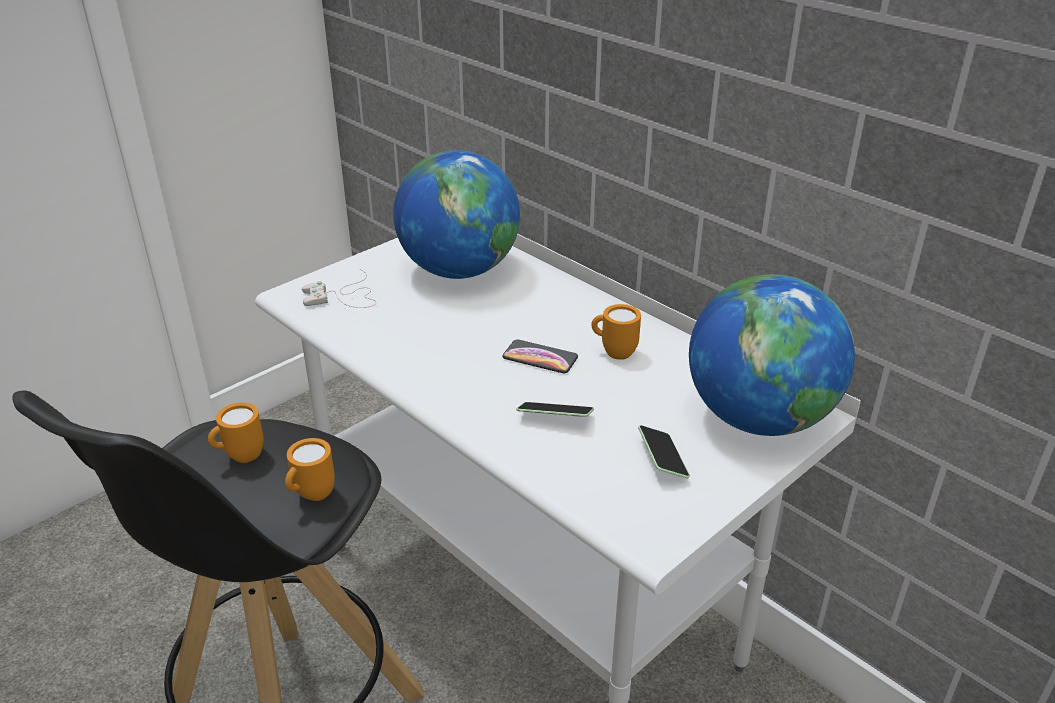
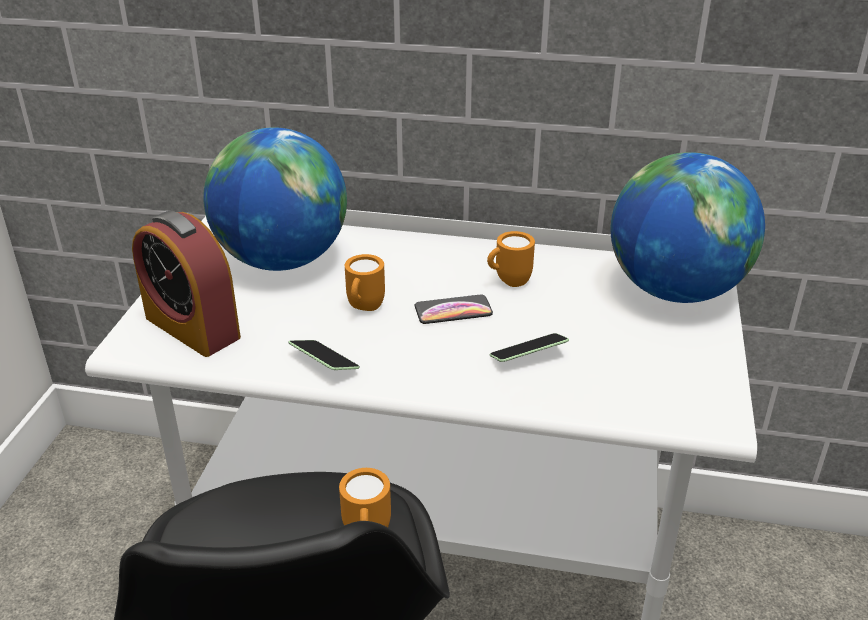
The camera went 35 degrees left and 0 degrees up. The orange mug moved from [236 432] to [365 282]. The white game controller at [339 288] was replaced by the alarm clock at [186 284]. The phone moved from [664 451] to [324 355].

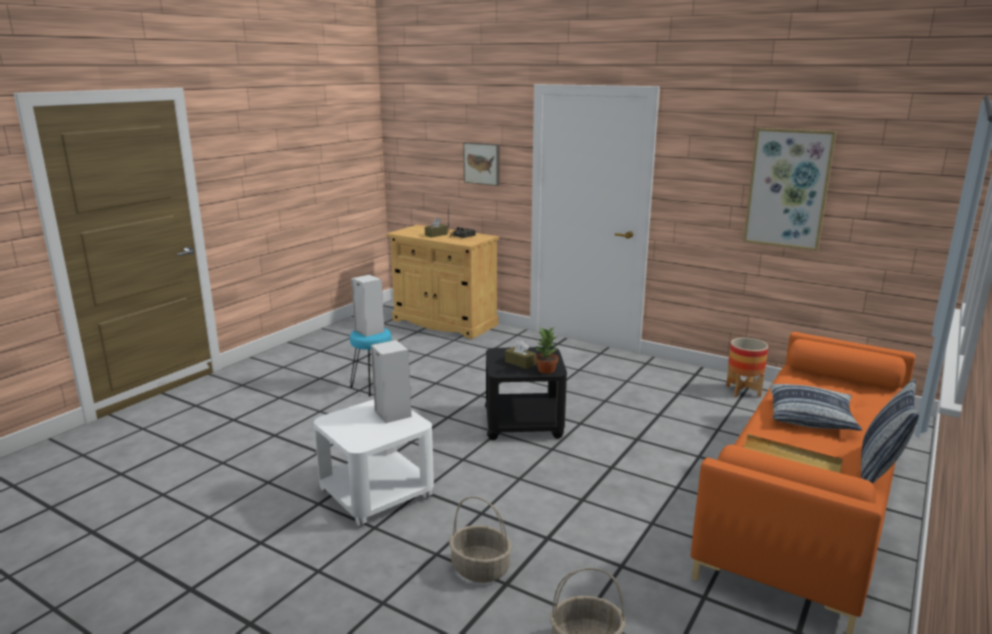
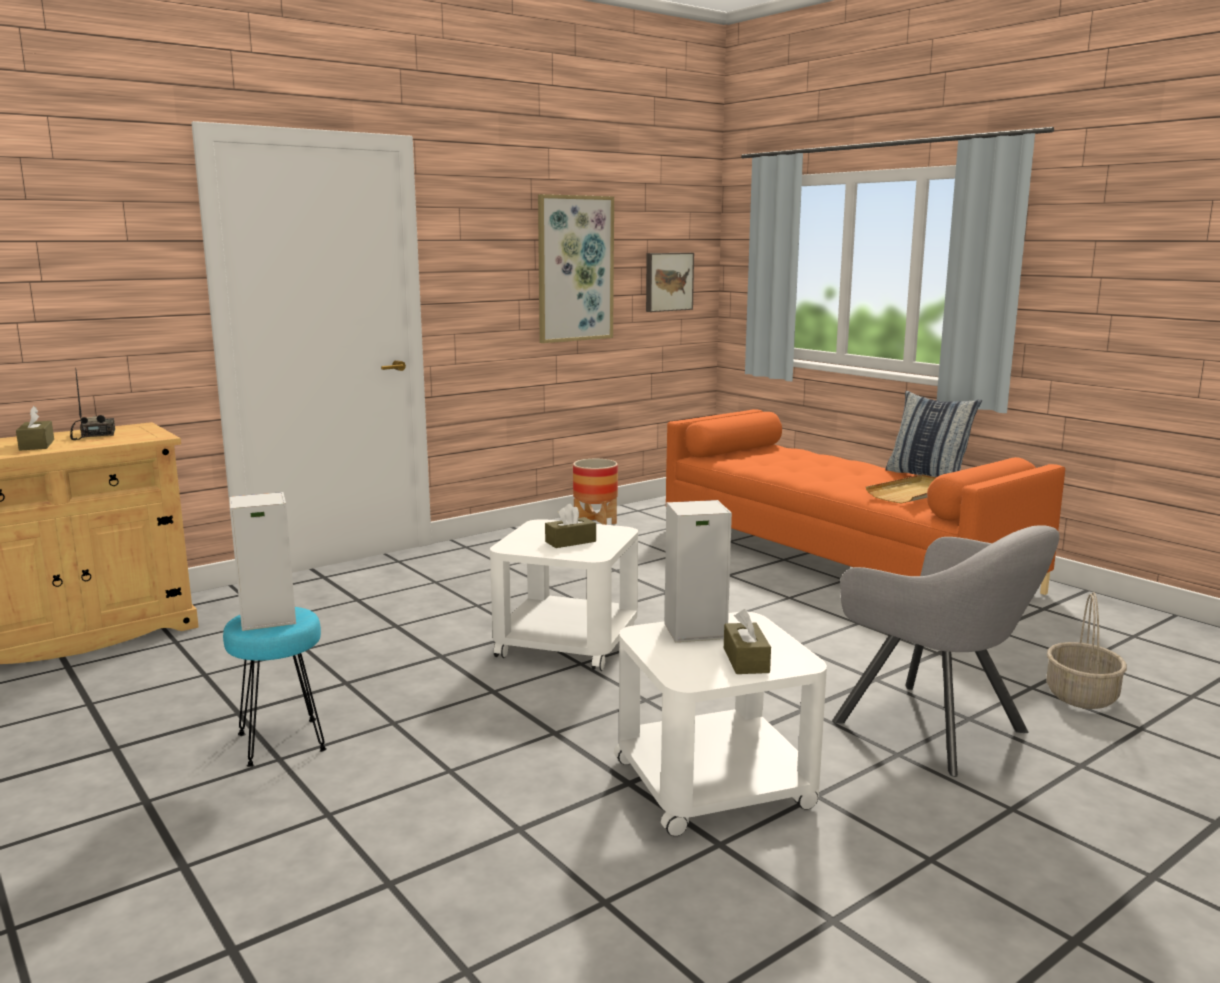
The camera went 70 degrees left and 5 degrees down. The basket at [480 540] was replaced by the grey armchair at [945 651]. The picture moved from [481 164] to [670 282]. The black side table at [526 393] became the white side table at [564 595]. The potted plant at [546 351] disappeared. The pillow at [816 407] disappeared. The brown tissue box at [747 641] appeared.

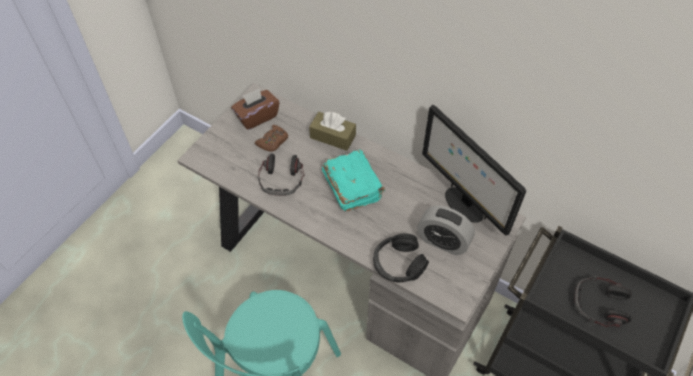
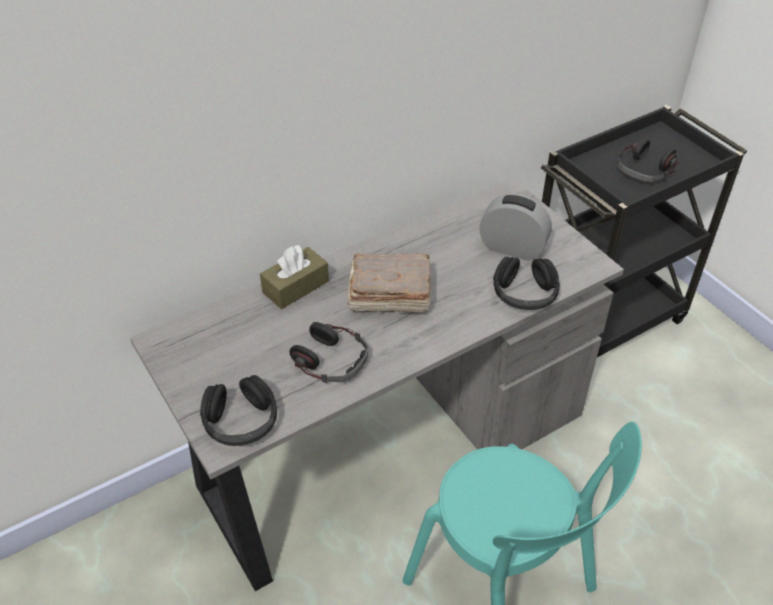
The camera went 65 degrees left and 10 degrees down. The brown tissue box at [255 109] disappeared. The brown game controller at [271 138] disappeared. The turquoise book at [353 180] became the brown book at [389 283]. The alarm clock at [446 230] turned 120 degrees counterclockwise. The monitor at [474 170] disappeared. The black headphones at [238 410] appeared.

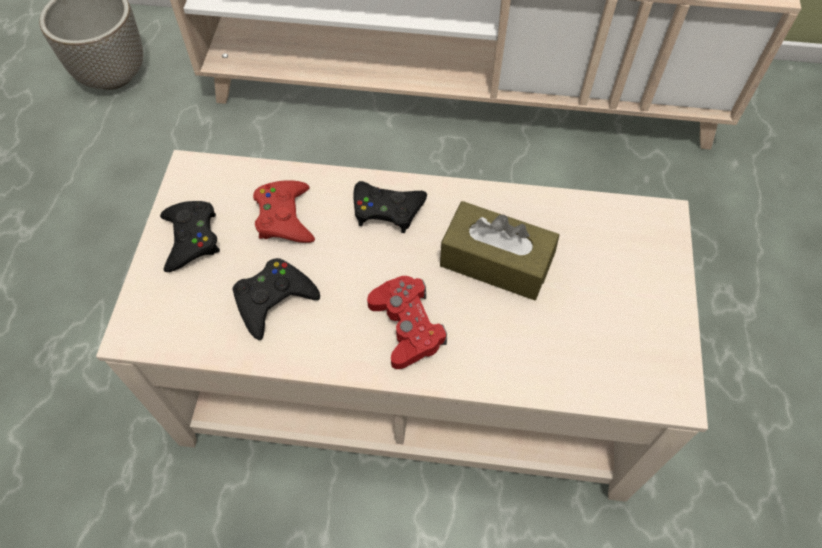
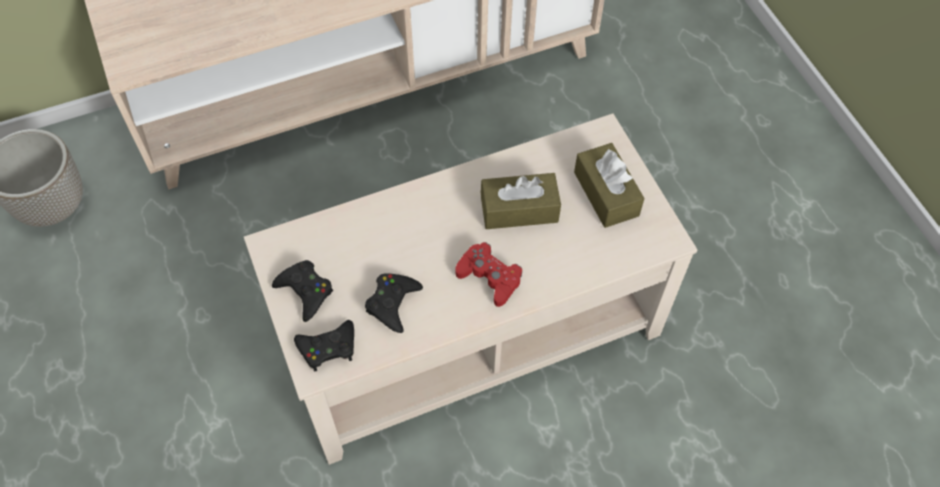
The camera went 30 degrees left and 0 degrees up. The red game controller at [284 211] disappeared. The black game controller moved from [390 207] to [324 345]. The brown tissue box at [609 185] appeared.

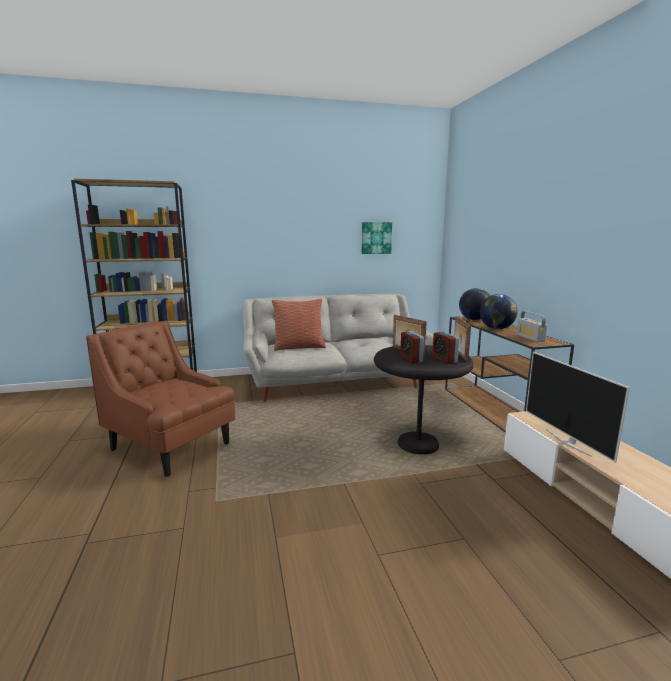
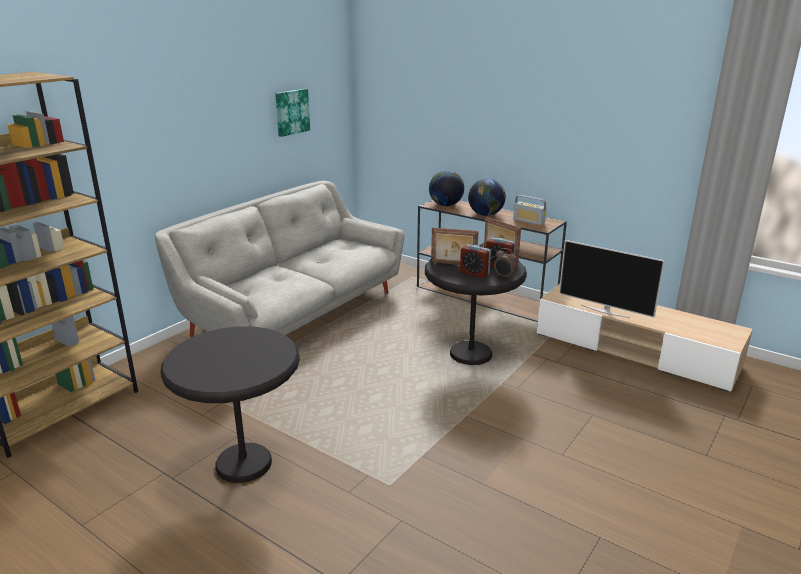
The camera went 40 degrees left and 10 degrees up. The brown armchair at [160 399] was replaced by the black side table at [230 404]. The pillow at [299 325] disappeared. The alarm clock at [505 263] appeared.

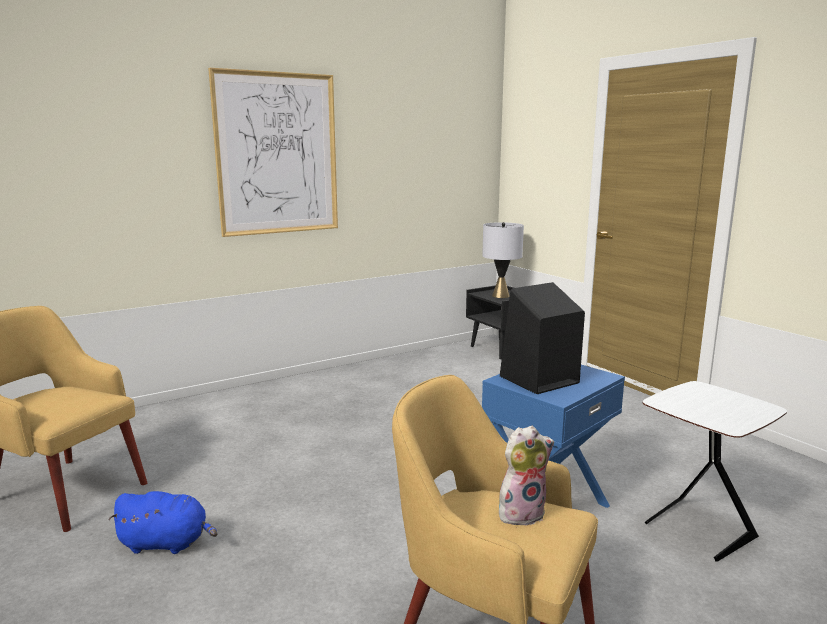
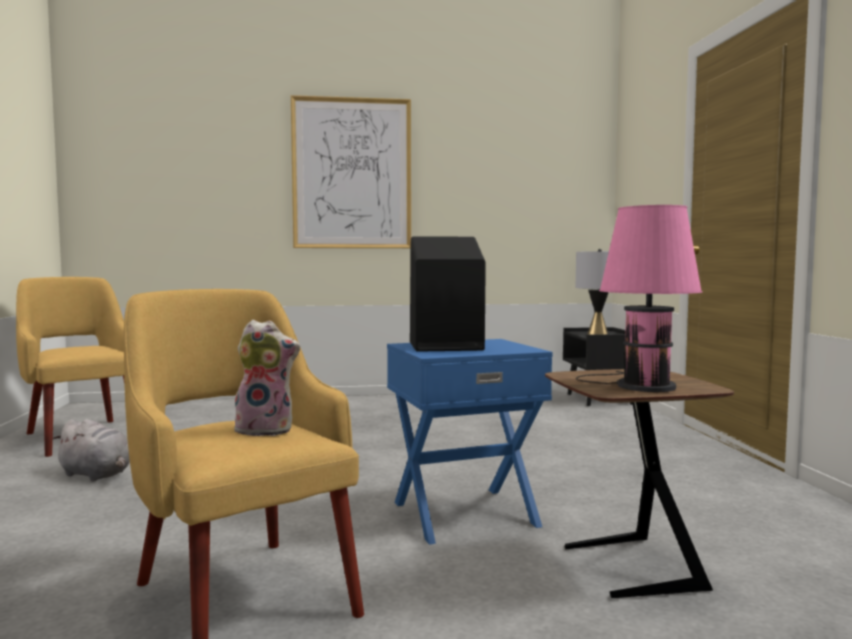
The camera went 25 degrees right and 10 degrees down. The blue plush toy at [163 522] became the grey plush toy at [91 450]. The white side table at [715 471] became the brown side table at [639 483]. The pink table lamp at [639 298] appeared.

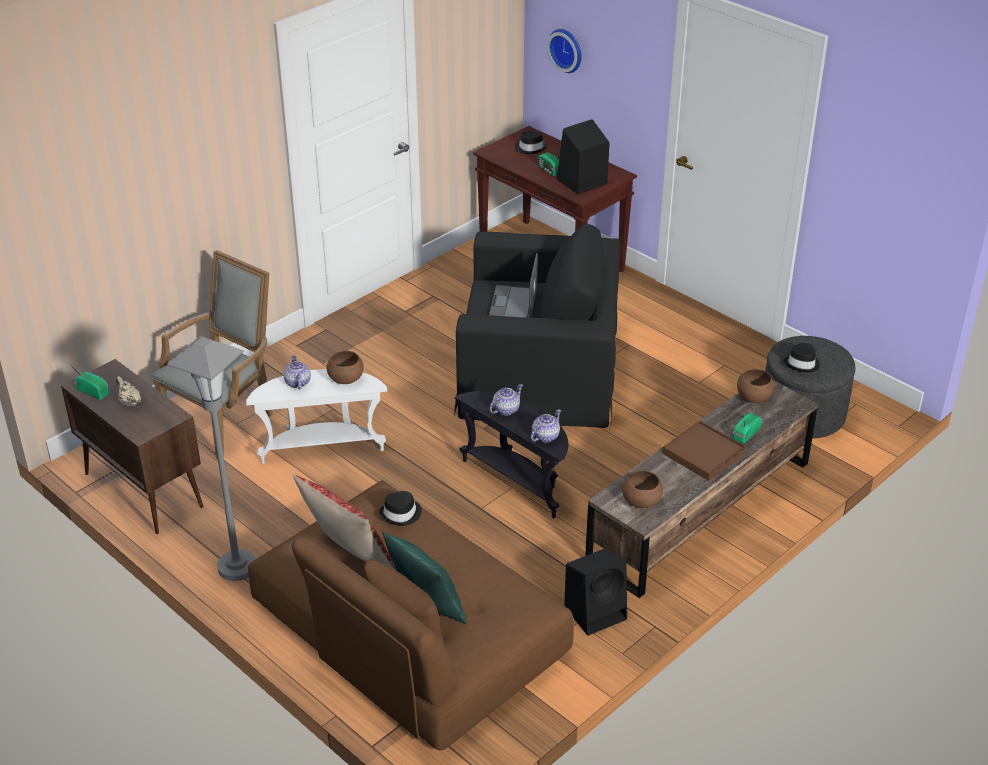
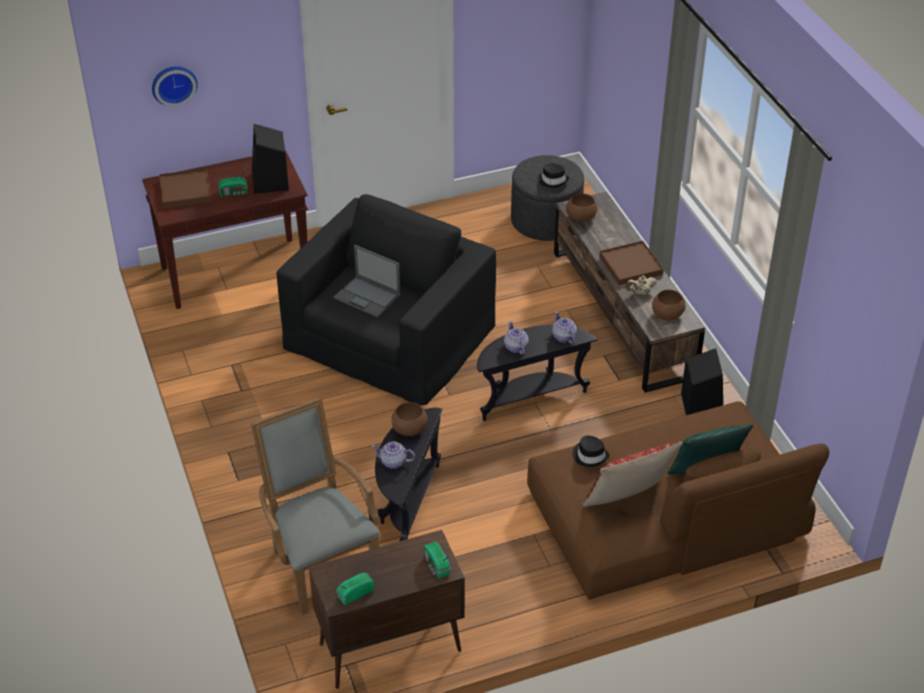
The camera went 65 degrees left and 5 degrees up. The beige teapot moved from [128 391] to [641 286]. The grey floor lamp at [211 458] disappeared. The white side table at [316 416] became the black side table at [408 474]. The black hat at [531 142] was replaced by the brown tray at [185 188]. The radio moved from [747 428] to [437 560].

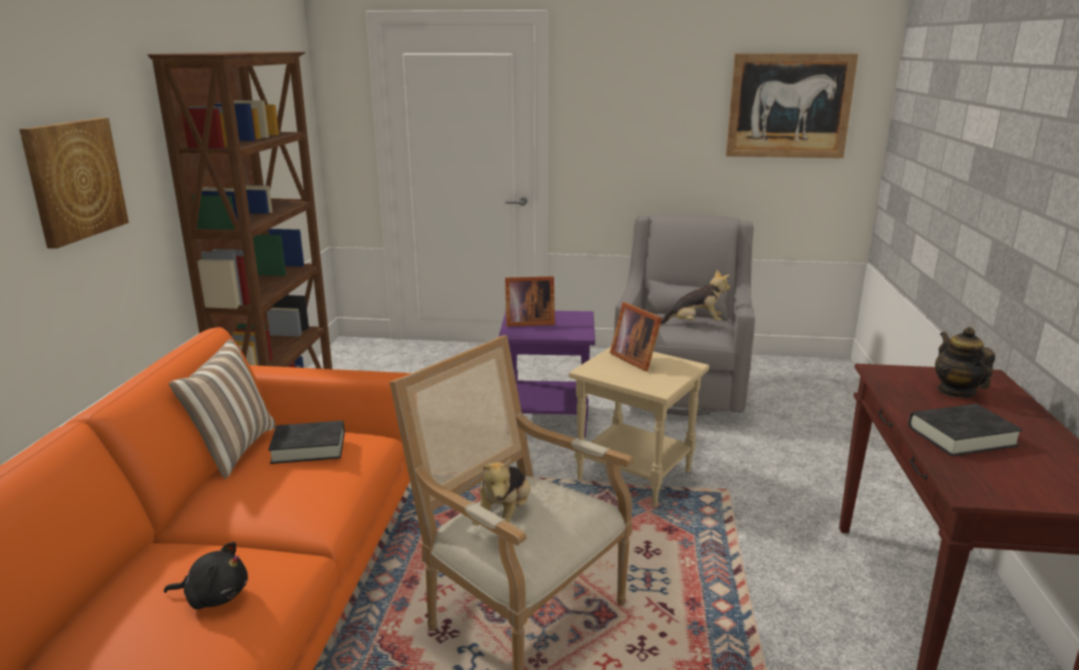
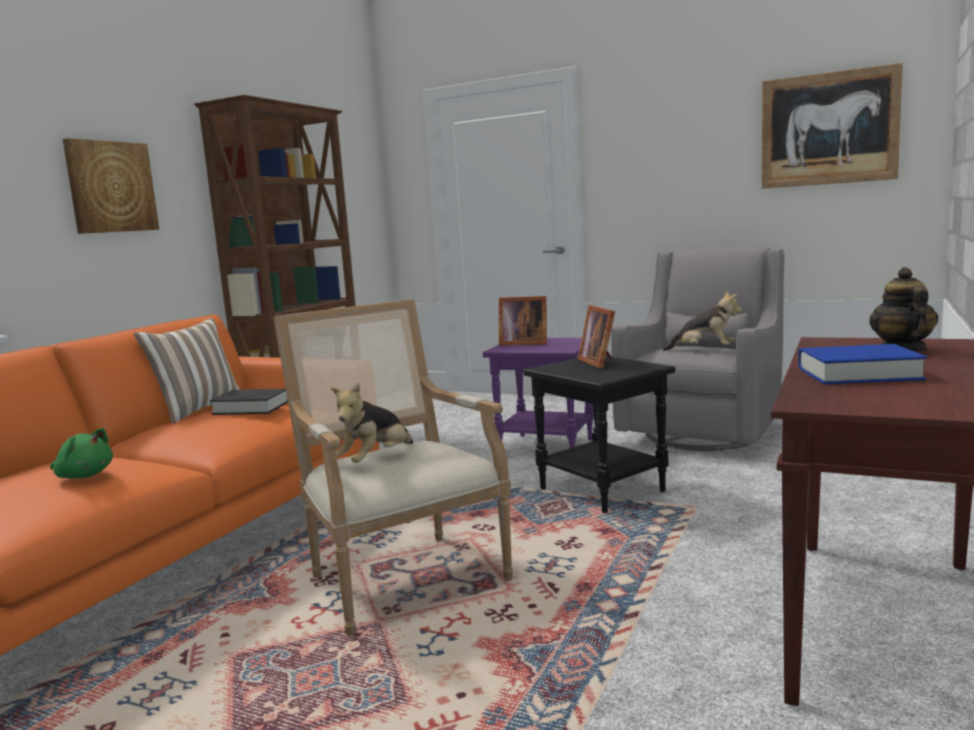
The camera went 20 degrees right and 10 degrees down. The black plush toy at [206 575] became the green plush toy at [81 453]. The beige side table at [639 427] became the black side table at [599 434]. The black book at [965 430] became the blue book at [862 364].

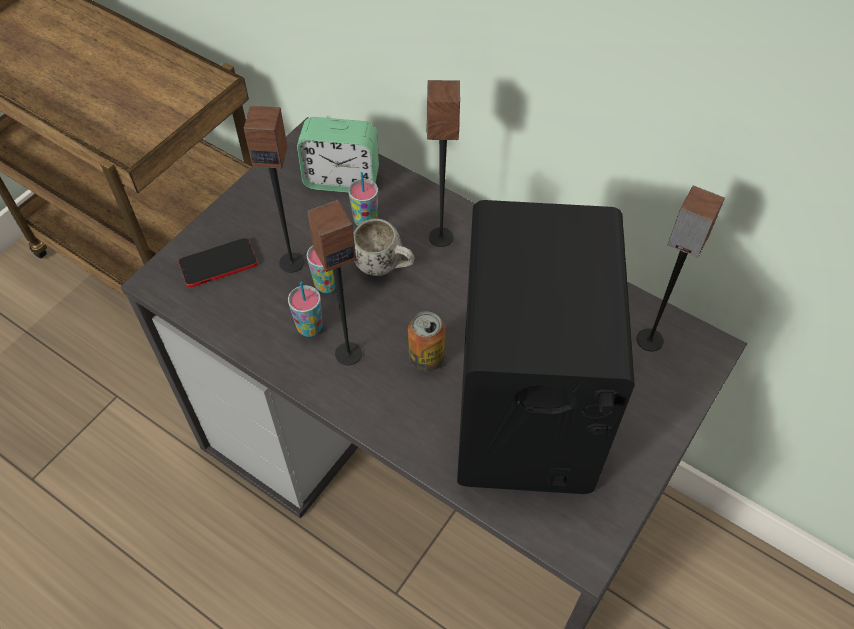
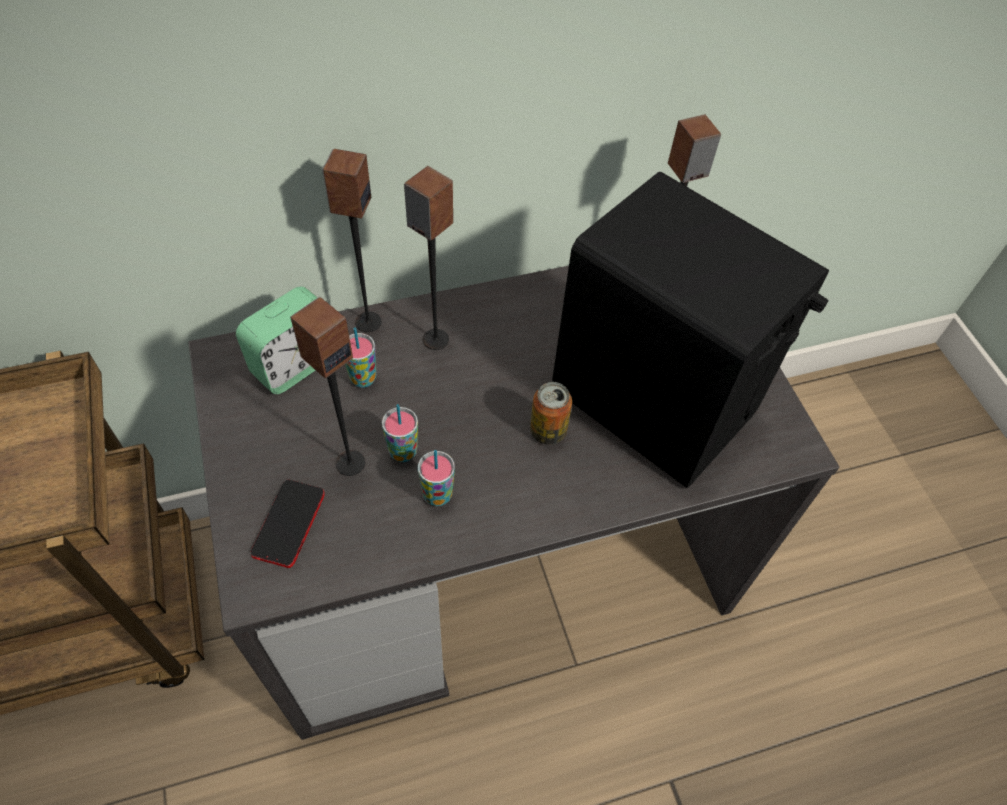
The camera went 55 degrees left and 0 degrees up. The speaker moved from [334 282] to [351 240]. The white mug at [383 247] disappeared.

